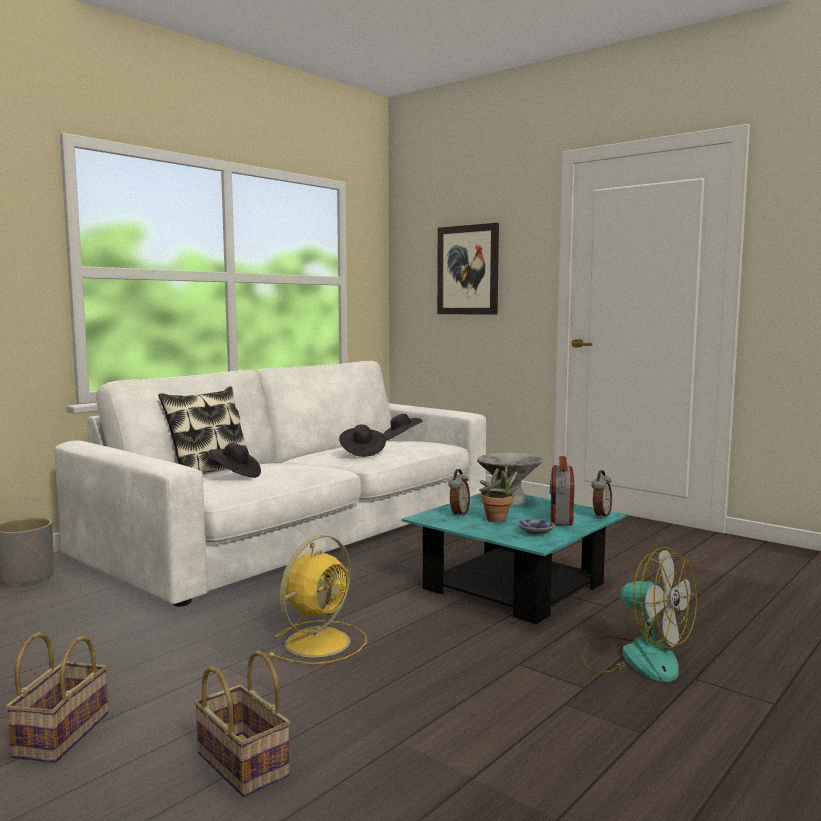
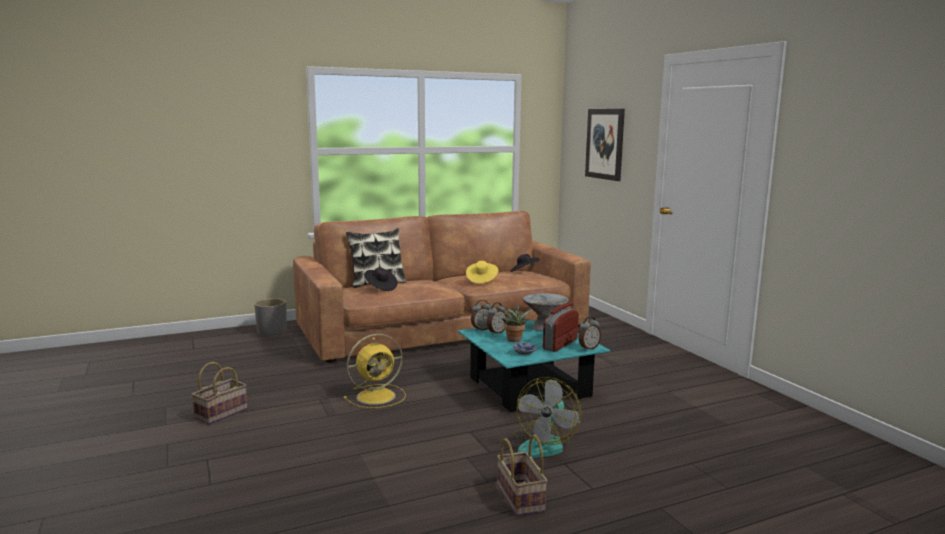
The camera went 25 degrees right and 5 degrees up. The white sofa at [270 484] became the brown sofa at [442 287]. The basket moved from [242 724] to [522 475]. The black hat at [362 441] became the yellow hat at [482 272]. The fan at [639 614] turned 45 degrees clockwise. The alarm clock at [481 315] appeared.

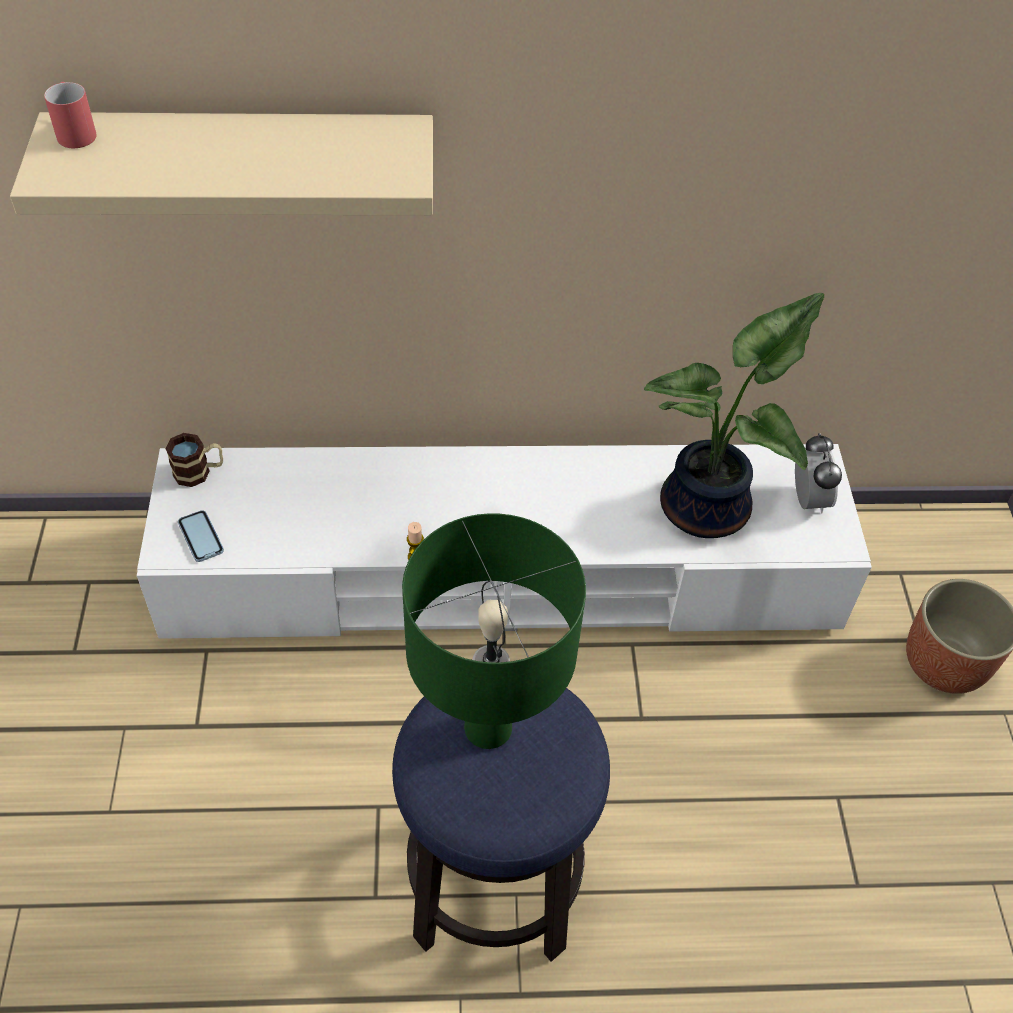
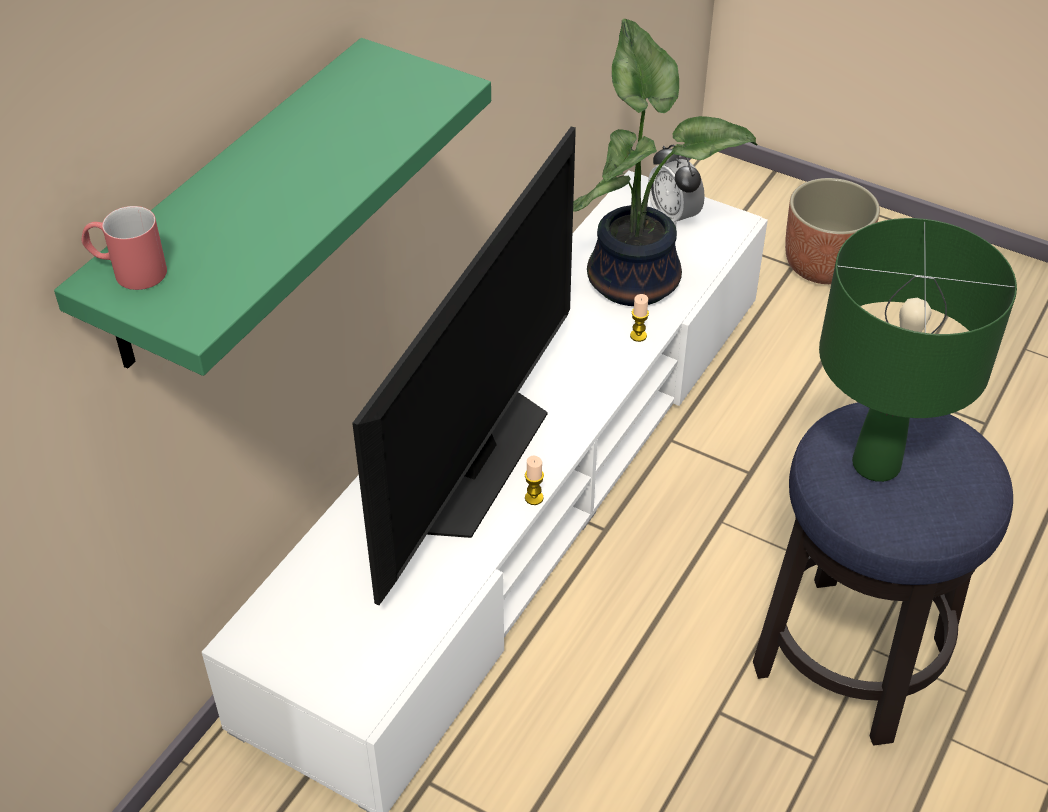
The camera went 55 degrees left and 5 degrees down. The beige shelf at [221 163] became the green shelf at [272 207]. The mug at [194 460] disappeared. The phone at [201 536] disappeared. The alarm clock at [818 473] turned 150 degrees counterclockwise. The television at [464 365] appeared. The candle at [639 318] appeared.

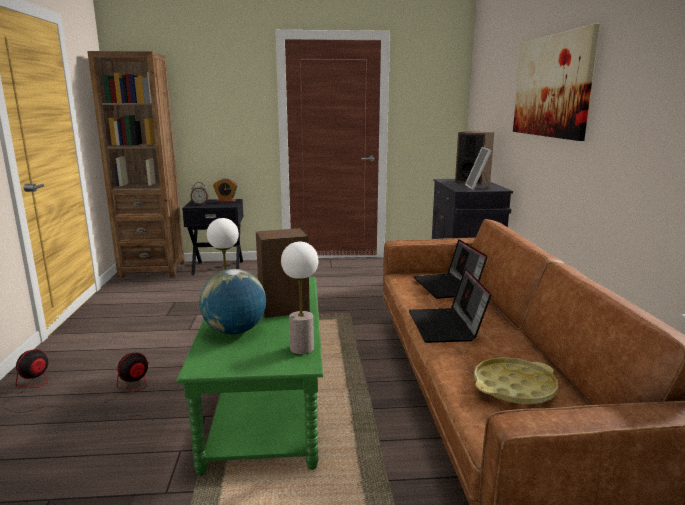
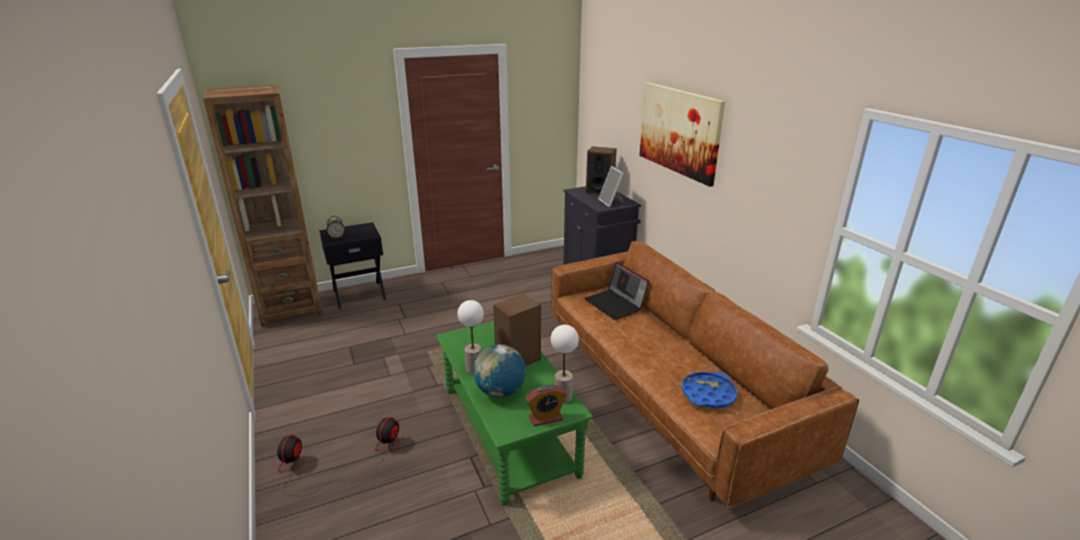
The camera went 20 degrees left and 10 degrees up. The alarm clock moved from [225 190] to [546 405]. The laptop at [450 305] disappeared. The yellow tray at [516 380] became the blue tray at [709 390].

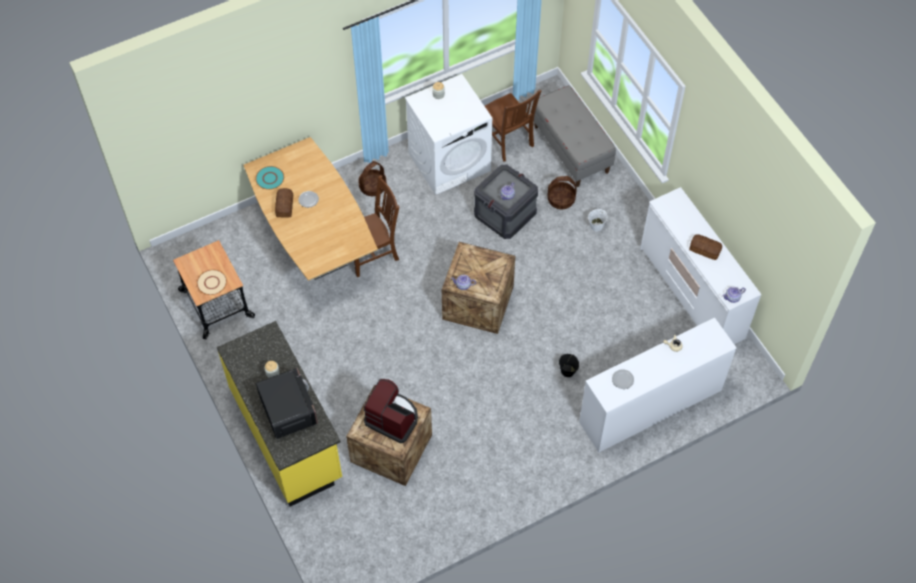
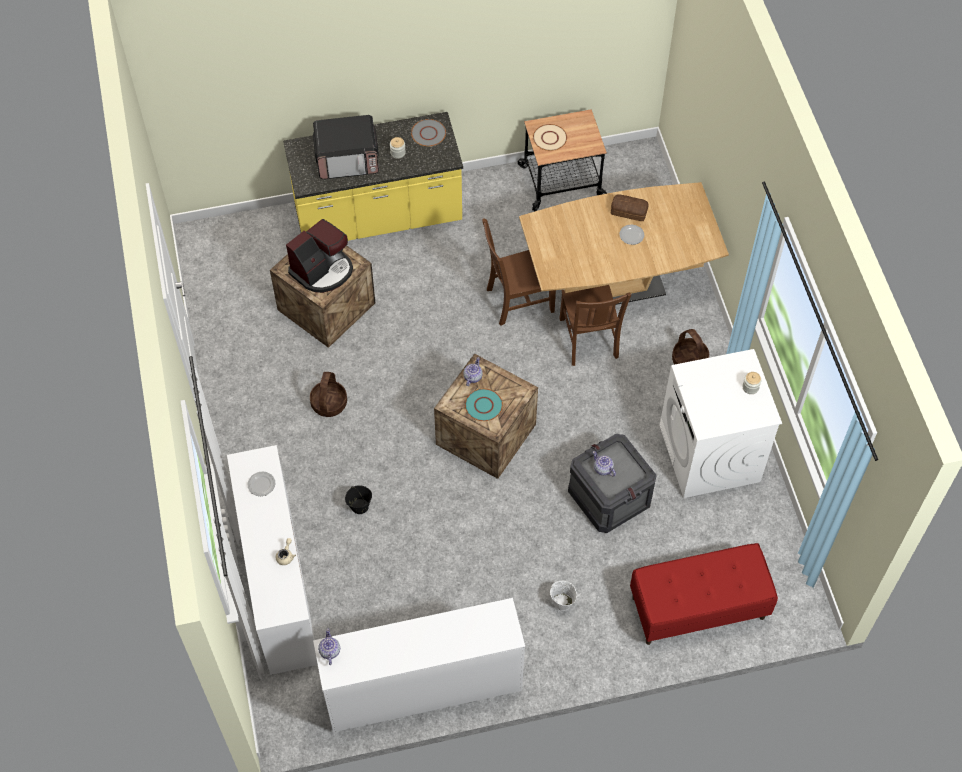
The camera went 105 degrees right and 0 degrees up. The turquoise plate moved from [269 178] to [484 405]. The brown chair moved from [513 126] to [519 272]. The grey bench at [574 136] became the red bench at [704 594]. The basket moved from [562 192] to [328 394]. The bread at [705 247] disappeared. The grey plate at [428 132] appeared.

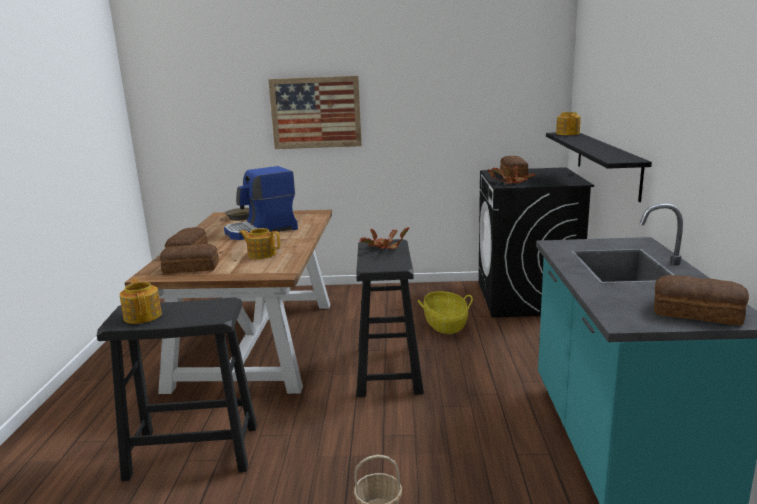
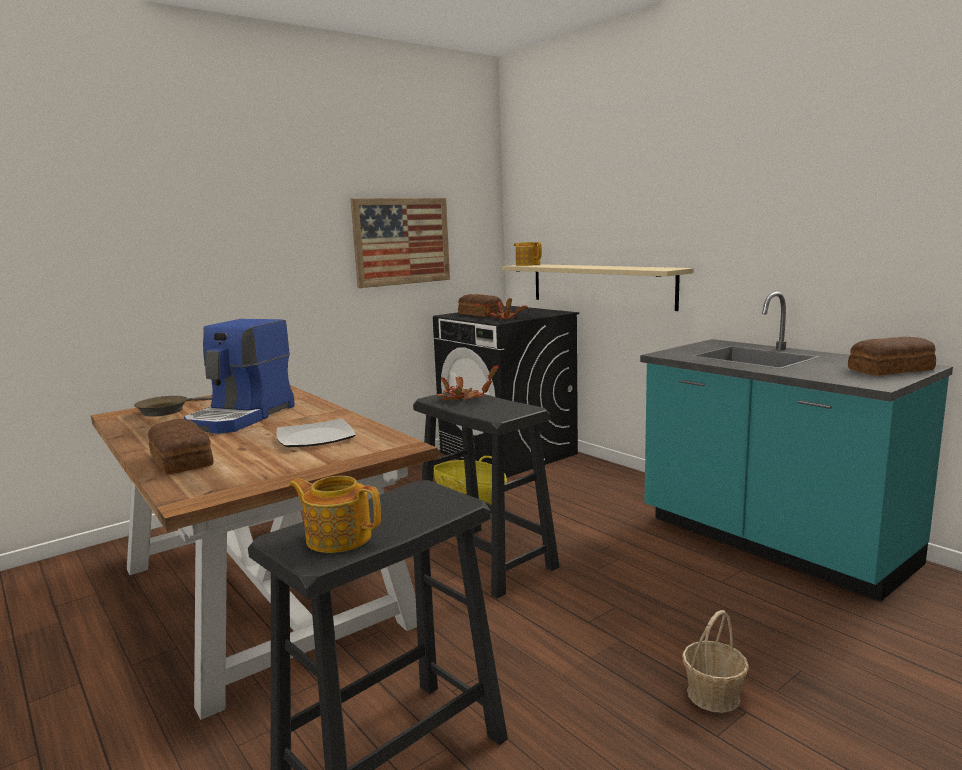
The camera went 40 degrees left and 5 degrees down. The bread at [189 259] disappeared. The teapot at [259 243] was replaced by the plate at [316 433]. The picture moved from [315 112] to [400 243]. The black shelf at [599 167] became the beige shelf at [598 287].

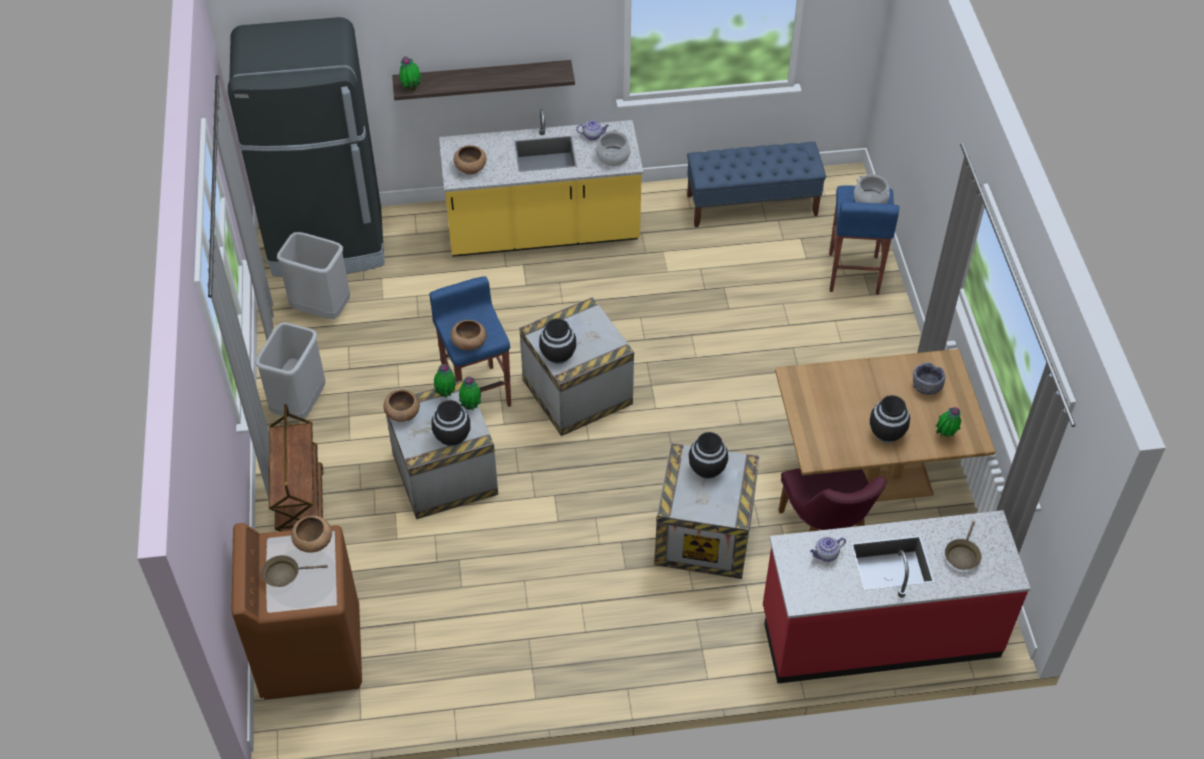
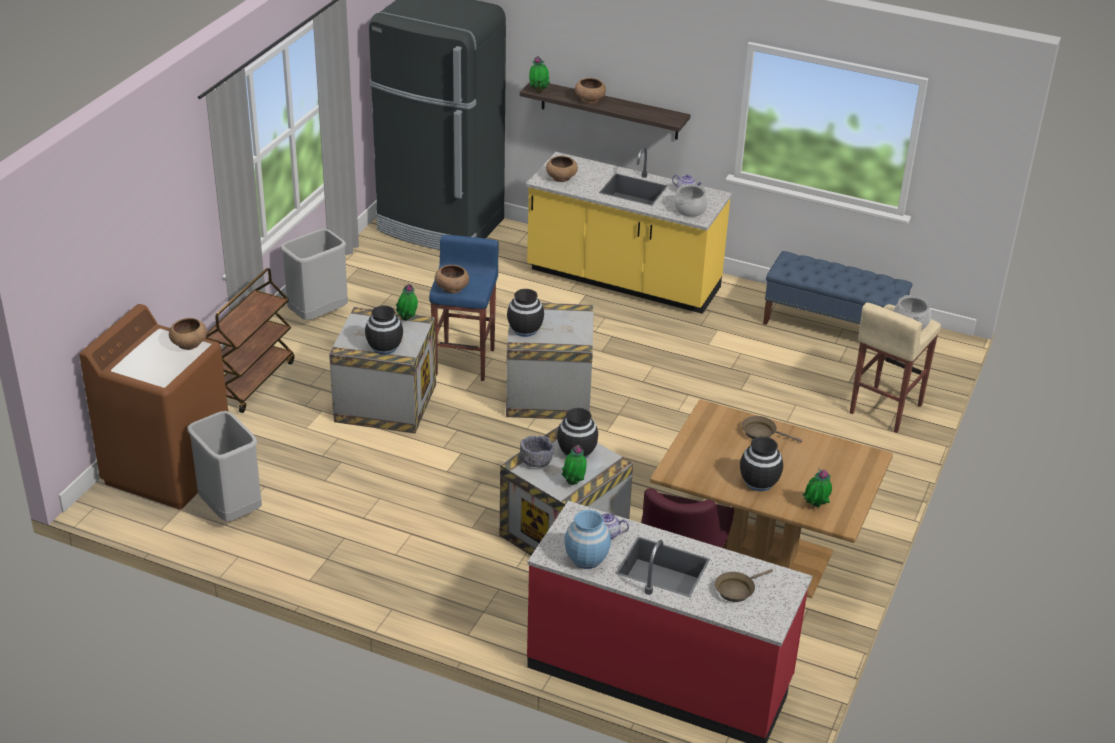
The camera went 30 degrees right and 15 degrees down. The brown frying pan moved from [294 571] to [772 429]. The grey trash can moved from [313 275] to [224 466]. The brown bowl moved from [401 405] to [590 91]. The potted plant moved from [470 393] to [574 465]. The blue stool at [864 240] became the beige stool at [895 367]. The grey bowl moved from [929 378] to [536 452]. The blue vase at [587 539] appeared.

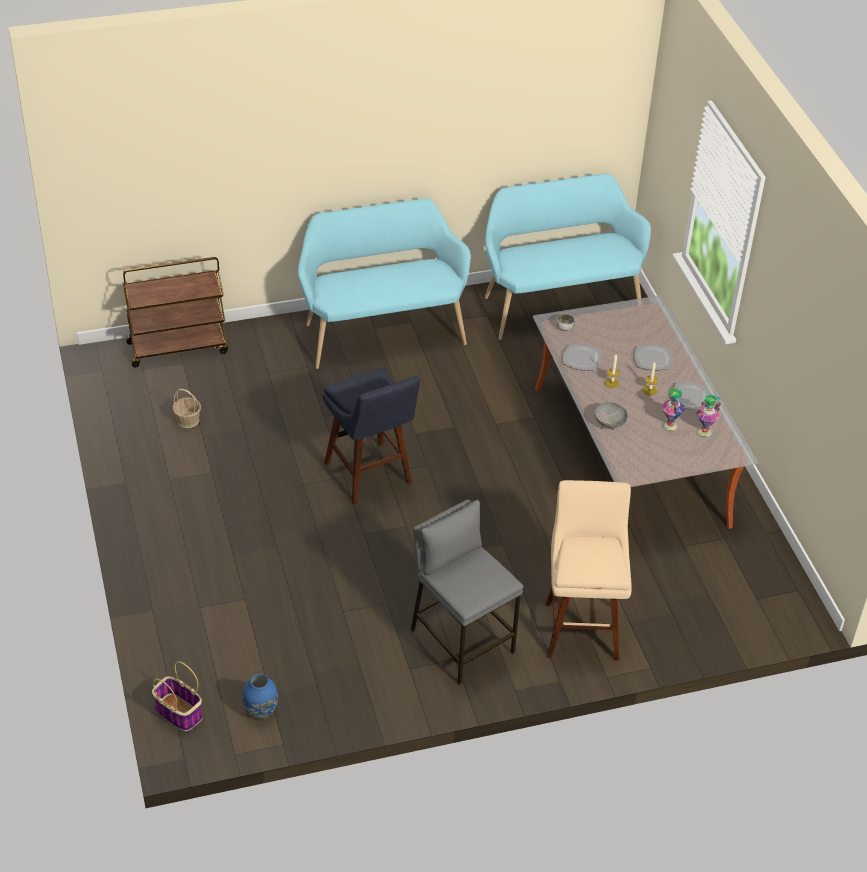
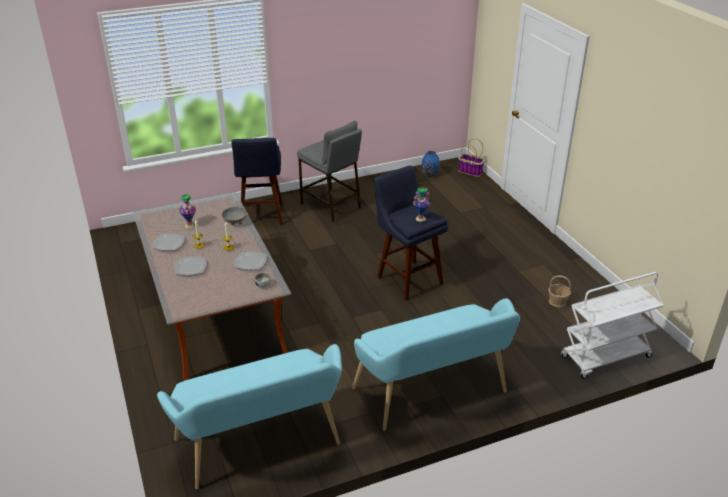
The camera went 175 degrees right and 10 degrees down. The brown cart at [175 312] became the white cart at [612 325]. The beige stool at [588 570] became the blue stool at [257 181]. The vase moved from [709 416] to [421 204].

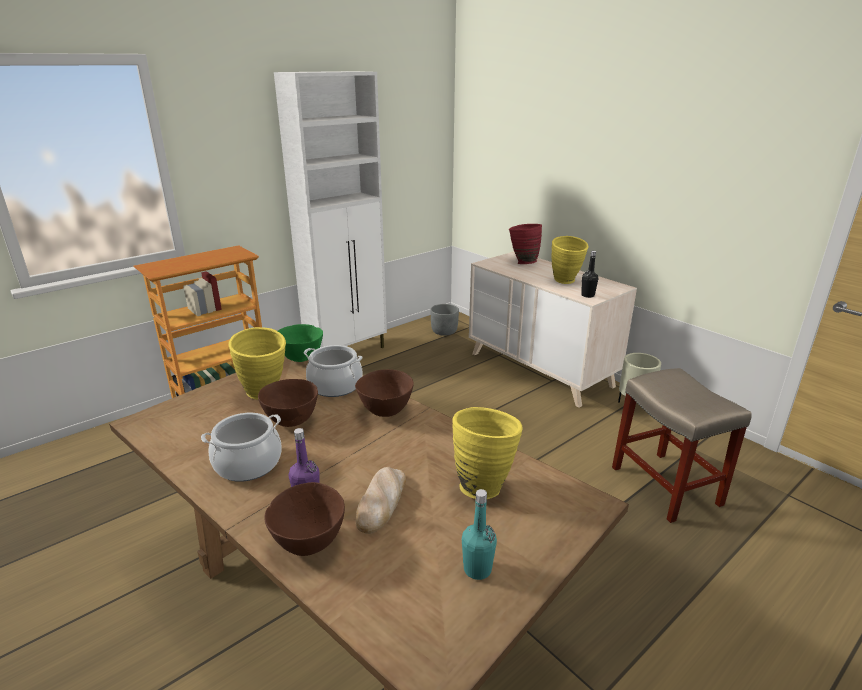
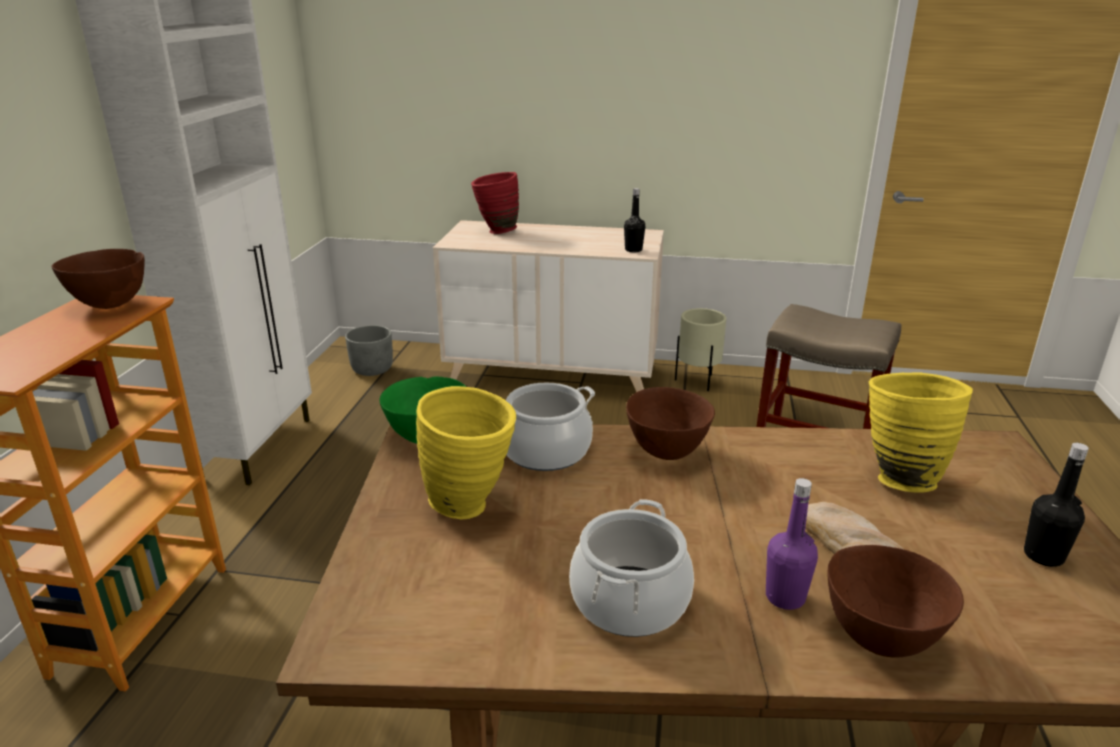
The camera went 40 degrees left and 0 degrees up. The brown bowl moved from [288 403] to [98 279]. The turquoise bottle at [479 534] became the black bottle at [1056 505]. The yellow vase at [570 260] disappeared.

